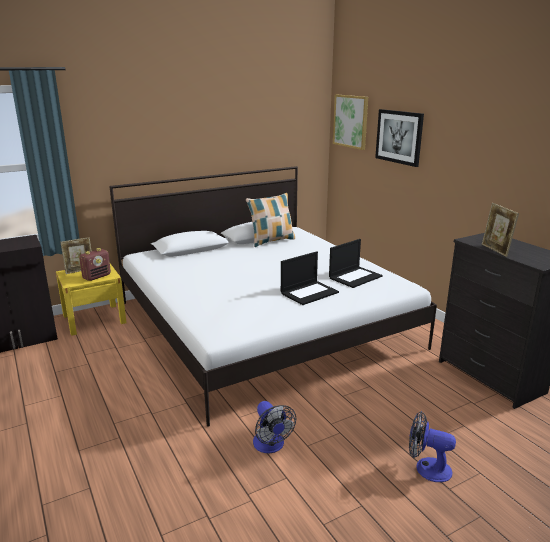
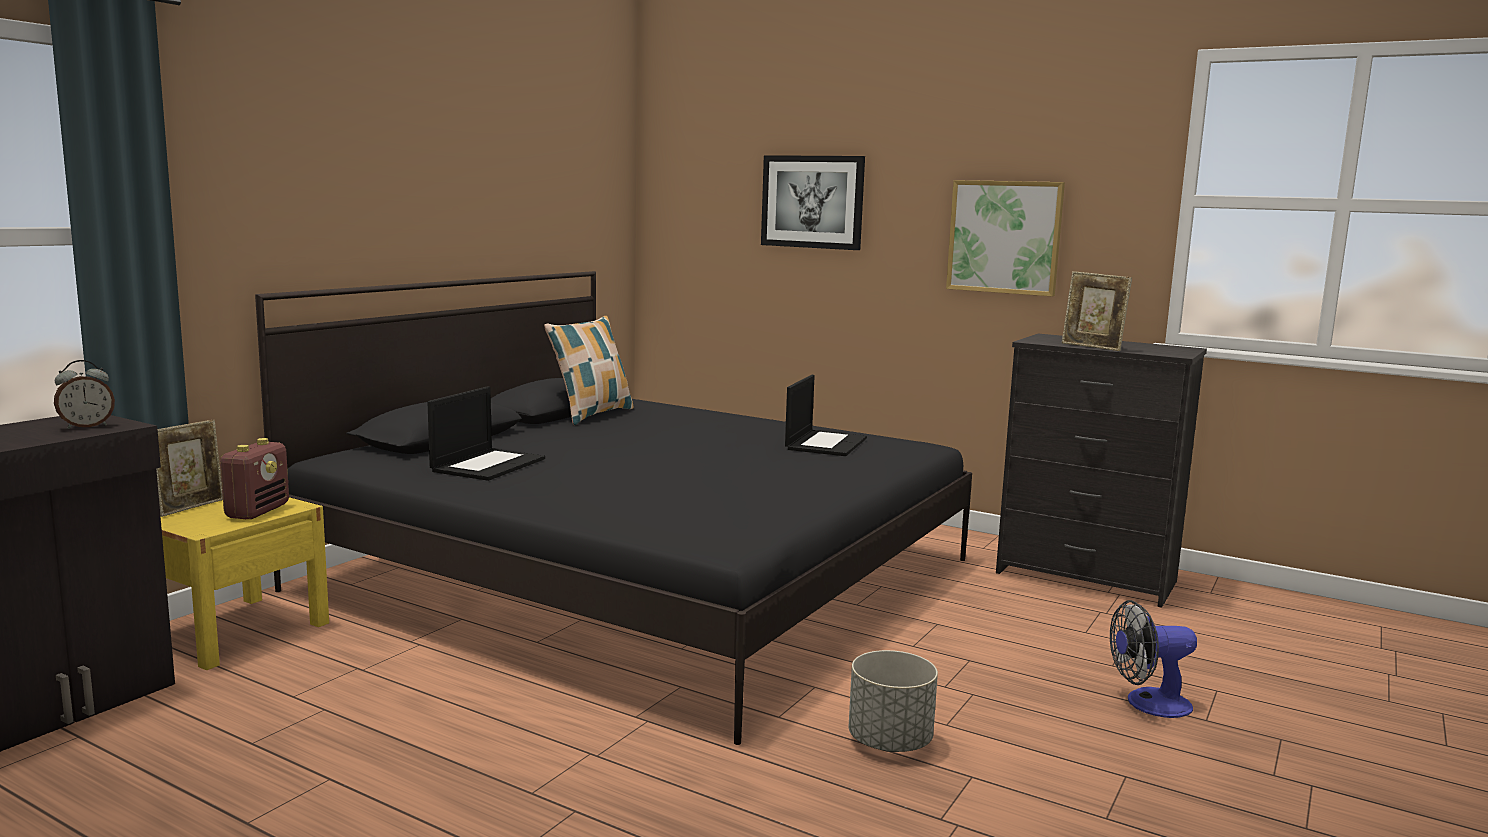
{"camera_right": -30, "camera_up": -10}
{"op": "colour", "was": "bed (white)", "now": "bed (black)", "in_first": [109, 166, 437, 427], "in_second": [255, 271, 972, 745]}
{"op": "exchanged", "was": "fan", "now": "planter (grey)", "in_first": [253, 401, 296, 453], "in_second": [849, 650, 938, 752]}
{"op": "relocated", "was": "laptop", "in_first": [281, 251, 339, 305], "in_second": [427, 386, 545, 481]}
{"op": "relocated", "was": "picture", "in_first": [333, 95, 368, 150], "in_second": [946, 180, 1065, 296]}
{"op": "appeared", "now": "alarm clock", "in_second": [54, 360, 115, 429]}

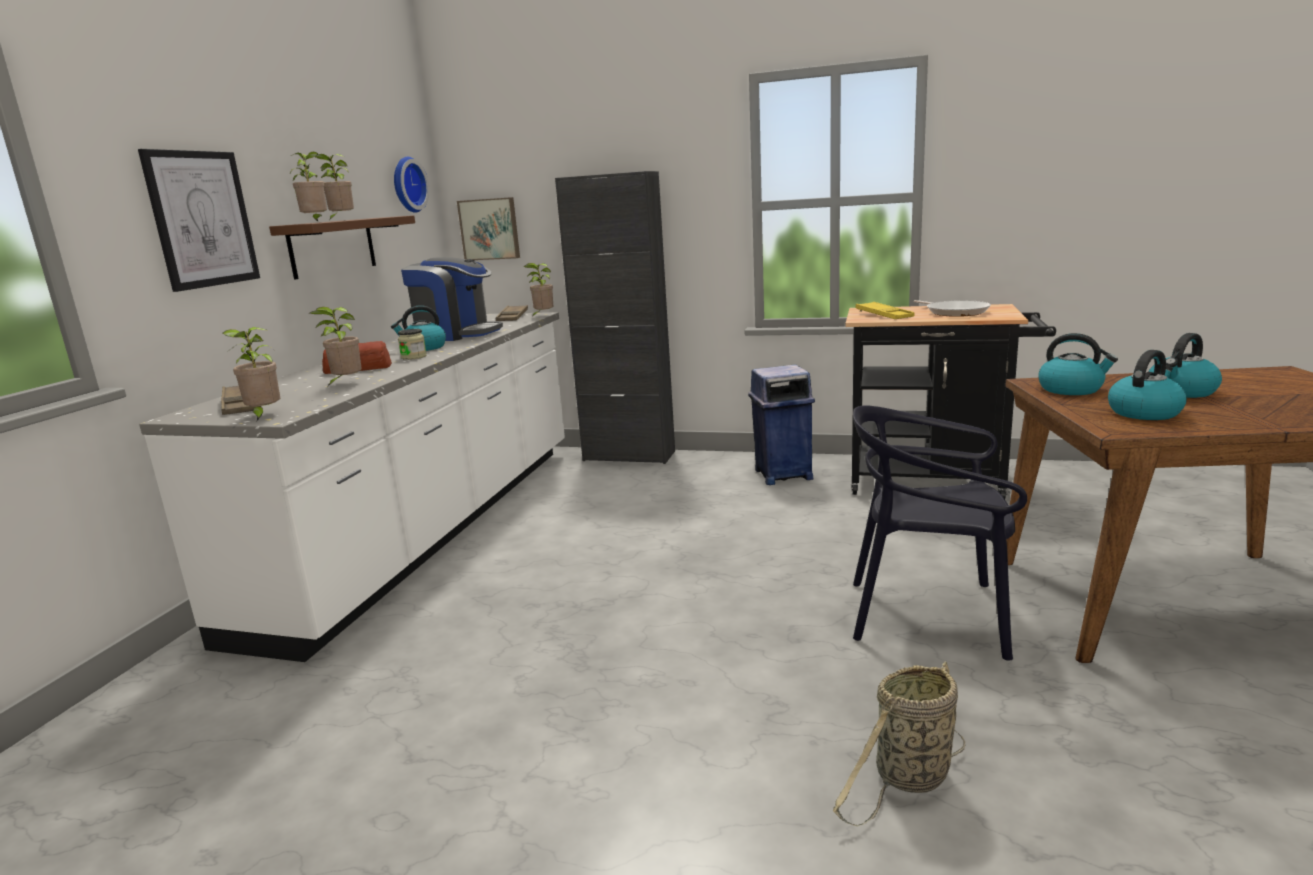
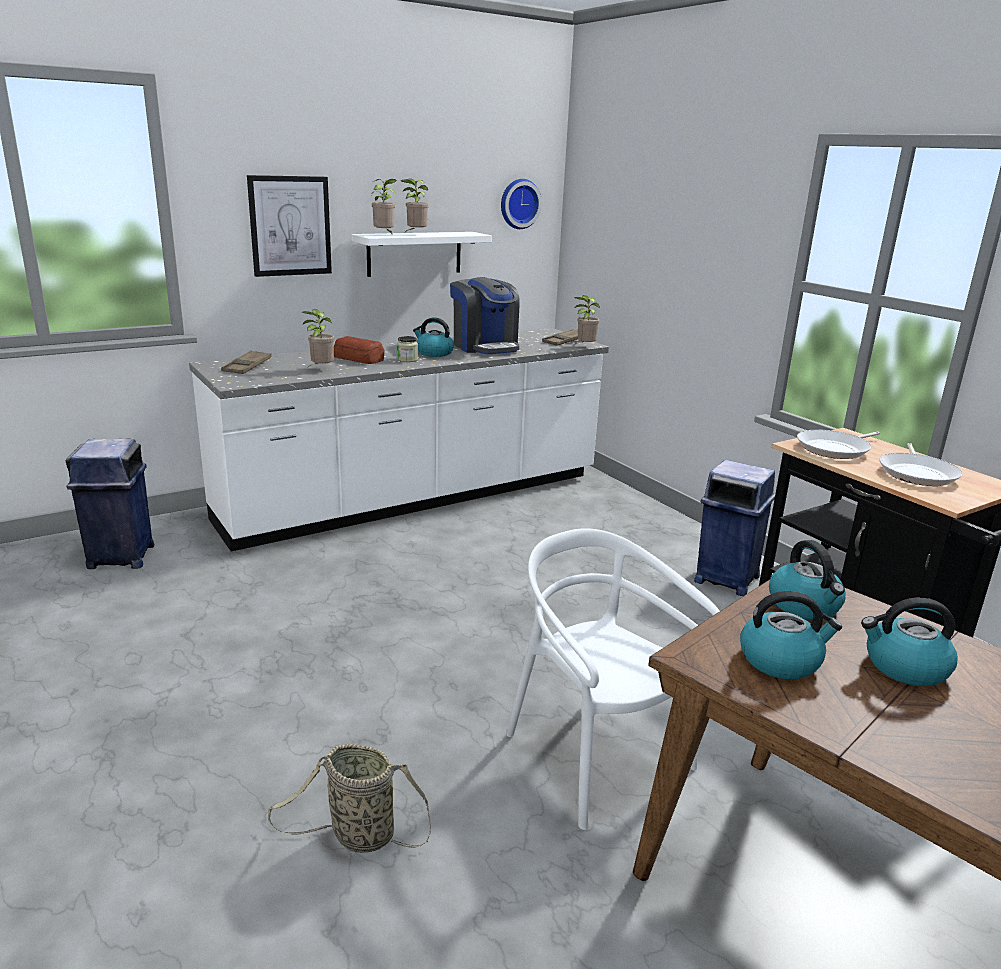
{"camera_right": 40, "camera_up": 5}
{"op": "missing", "was": "potted plant", "in_first": [223, 327, 280, 421]}
{"op": "colour", "was": "shelf (brown)", "now": "shelf (white)", "in_first": [269, 215, 415, 280], "in_second": [352, 232, 492, 277]}
{"op": "missing", "was": "picture", "in_first": [457, 197, 520, 260]}
{"op": "missing", "was": "cabinet (black)", "in_first": [555, 171, 675, 464]}
{"op": "colour", "was": "chair (black)", "now": "chair (white)", "in_first": [853, 406, 1027, 661], "in_second": [506, 528, 720, 830]}
{"op": "exchanged", "was": "tray (yellow)", "now": "frying pan", "in_first": [856, 302, 915, 319], "in_second": [797, 430, 880, 459]}
{"op": "appeared", "now": "trash can (blue)", "in_second": [66, 439, 154, 569]}

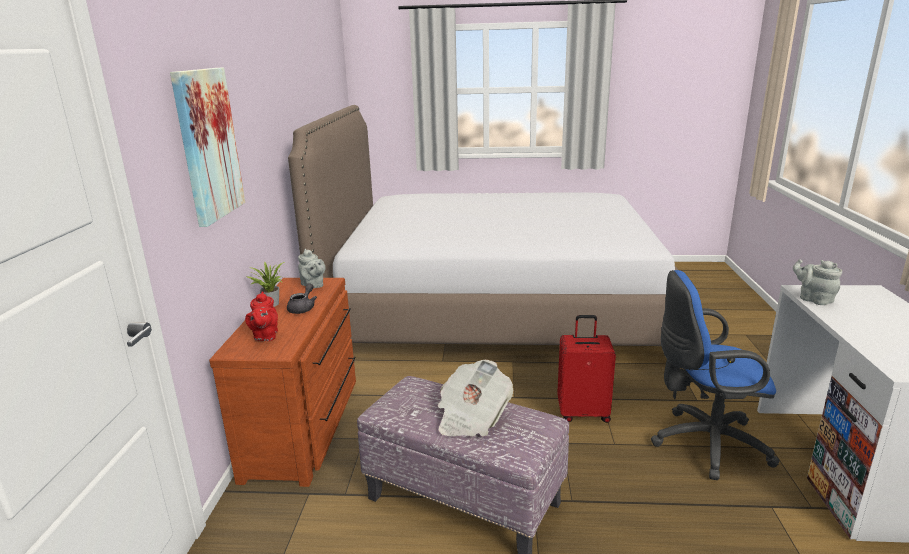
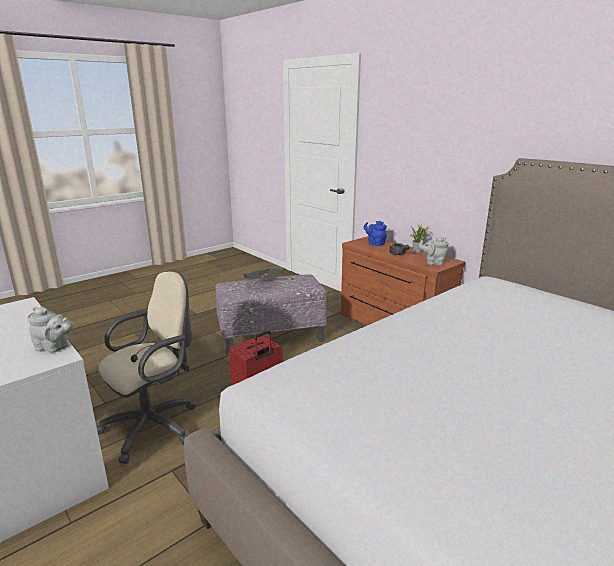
{"camera_right": 135, "camera_up": 0}
{"op": "missing", "was": "picture", "in_first": [170, 68, 245, 227]}
{"op": "colour", "was": "teapot (red)", "now": "teapot (blue)", "in_first": [245, 291, 278, 341], "in_second": [363, 221, 387, 246]}
{"op": "colour", "was": "office chair (blue)", "now": "office chair (beige)", "in_first": [651, 270, 779, 480], "in_second": [97, 272, 196, 464]}

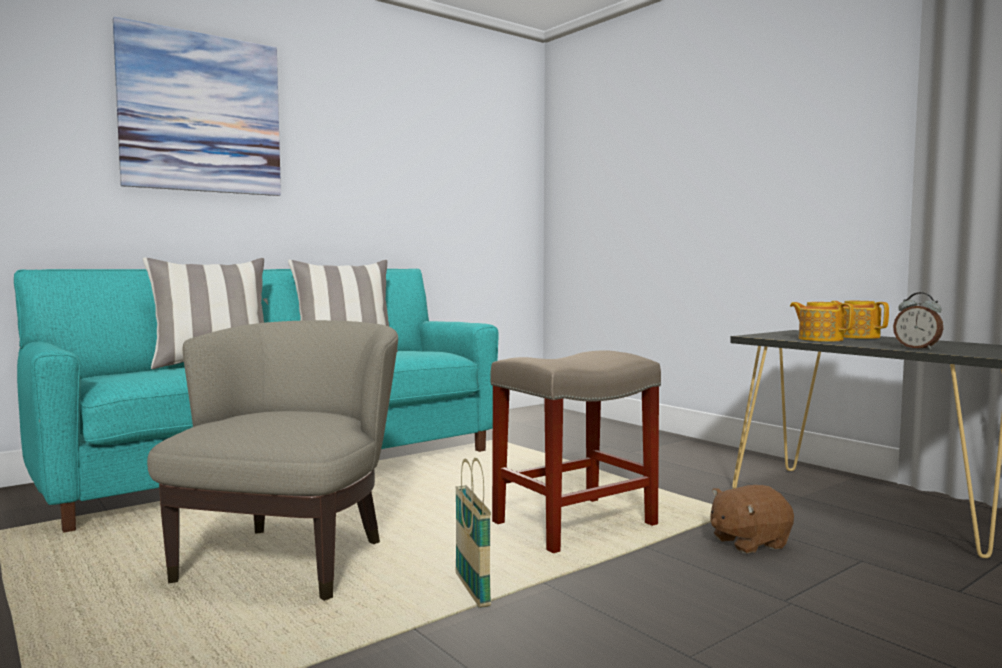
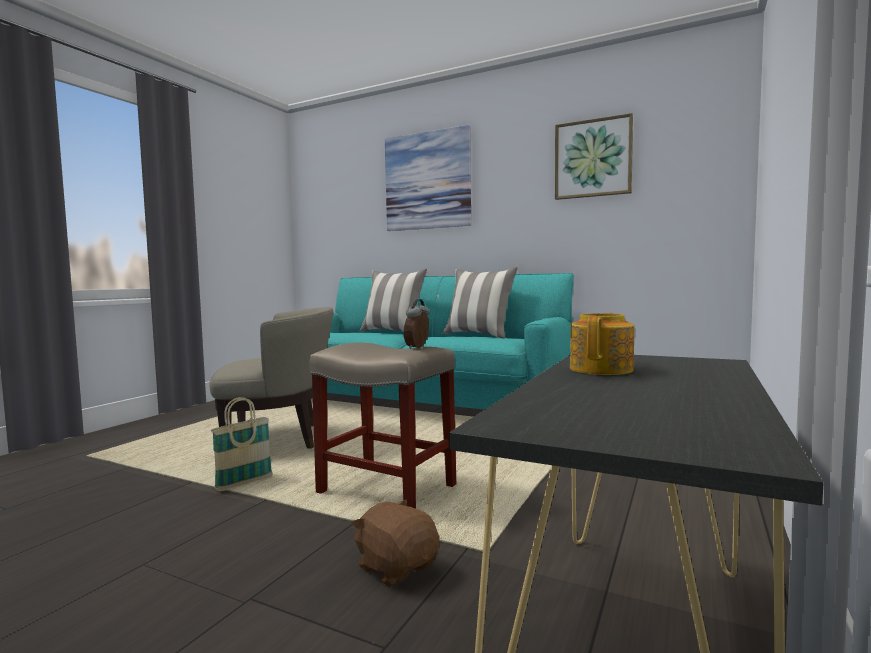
{"camera_right": 65, "camera_up": 0}
{"op": "missing", "was": "teapot", "in_first": [831, 301, 889, 339]}
{"op": "relocated", "was": "alarm clock", "in_first": [893, 292, 943, 350], "in_second": [404, 299, 430, 349]}
{"op": "appeared", "now": "picture", "in_second": [555, 113, 633, 200]}

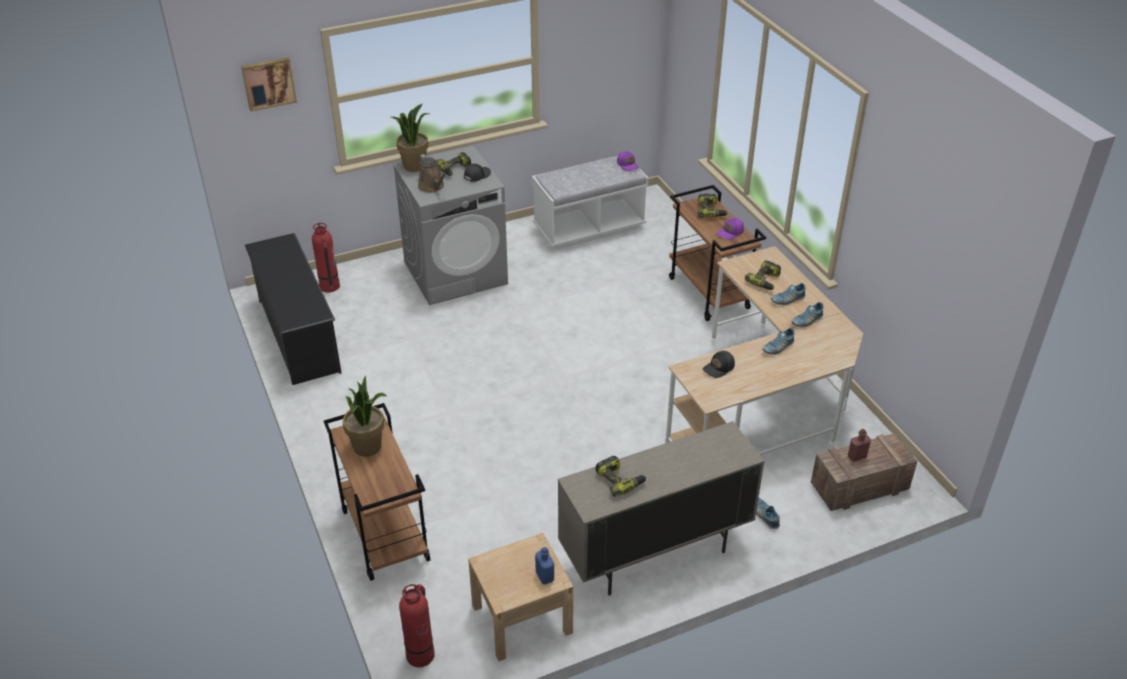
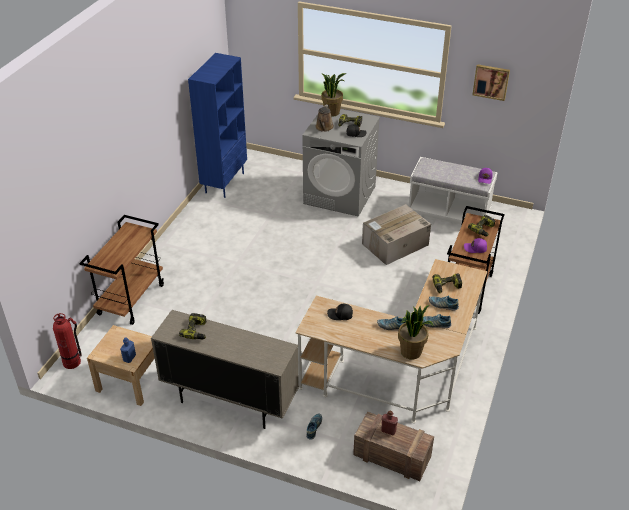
{"camera_right": 45, "camera_up": 0}
{"op": "relocated", "was": "picture", "in_first": [241, 57, 297, 112], "in_second": [472, 64, 510, 101]}
{"op": "exchanged", "was": "shoe rack (black)", "now": "bookcase (blue)", "in_first": [245, 233, 341, 385], "in_second": [188, 53, 247, 198]}
{"op": "missing", "was": "fire extinguisher", "in_first": [312, 223, 340, 293]}
{"op": "relocated", "was": "potted plant", "in_first": [343, 376, 387, 457], "in_second": [398, 305, 433, 360]}
{"op": "appeared", "now": "cardboard box", "in_second": [362, 204, 431, 265]}

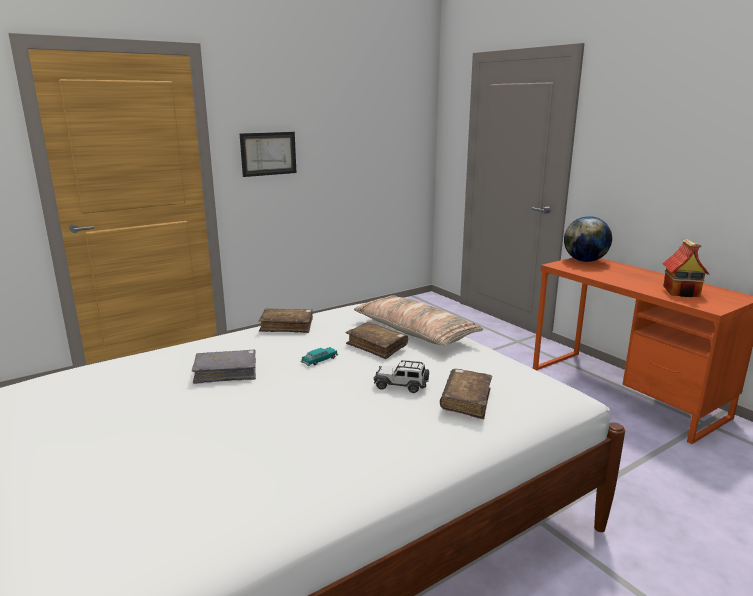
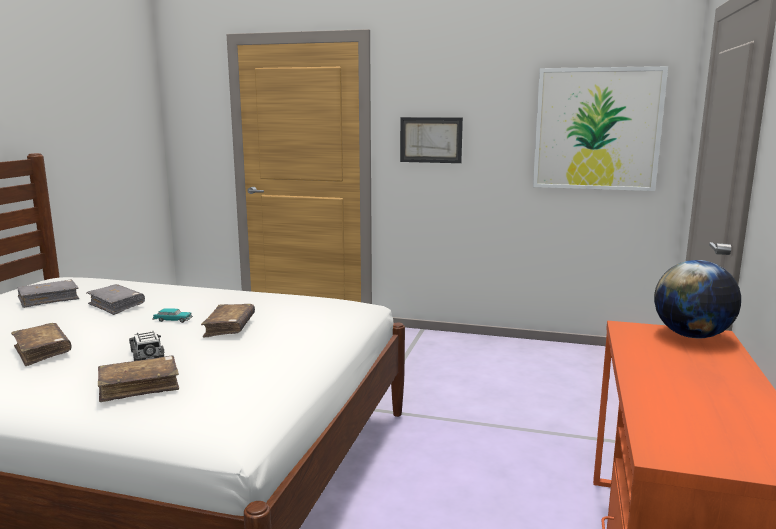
{"camera_right": 50, "camera_up": -5}
{"op": "relocated", "was": "book (brown)", "in_first": [258, 309, 313, 333], "in_second": [11, 323, 72, 366]}
{"op": "missing", "was": "pillow", "in_first": [354, 295, 483, 345]}
{"op": "missing", "was": "toy house", "in_first": [663, 239, 710, 297]}
{"op": "appeared", "now": "book (grey)", "in_second": [17, 280, 79, 308]}
{"op": "appeared", "now": "picture", "in_second": [533, 66, 668, 191]}

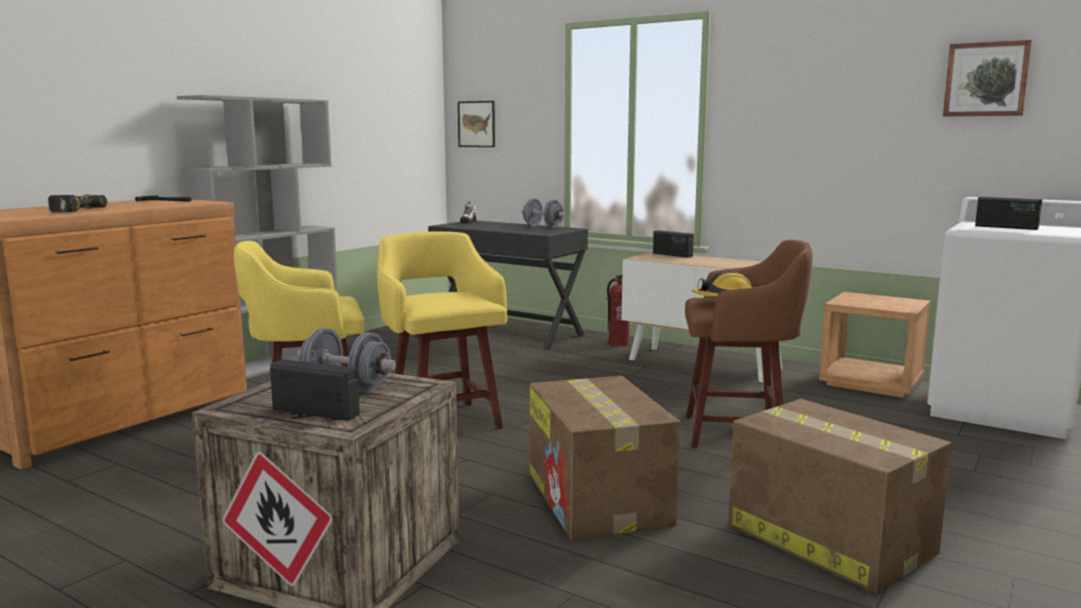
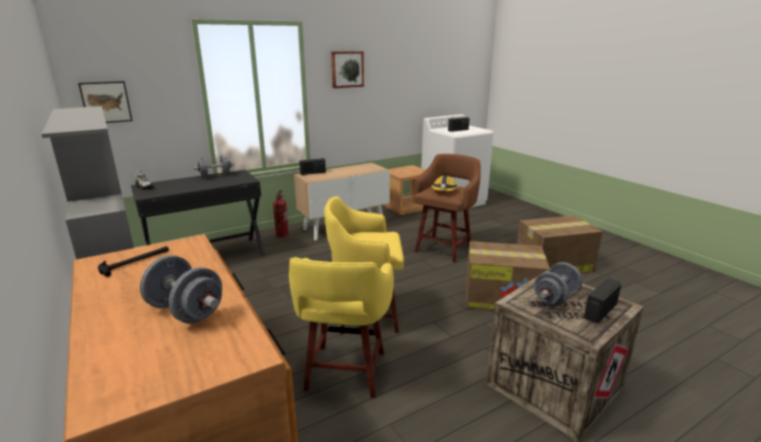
{"camera_right": -65, "camera_up": 10}
{"op": "exchanged", "was": "power drill", "now": "dumbbell (grey)", "in_first": [48, 194, 108, 212], "in_second": [140, 255, 222, 324]}
{"op": "relocated", "was": "picture", "in_first": [943, 40, 1032, 116], "in_second": [331, 51, 364, 88]}

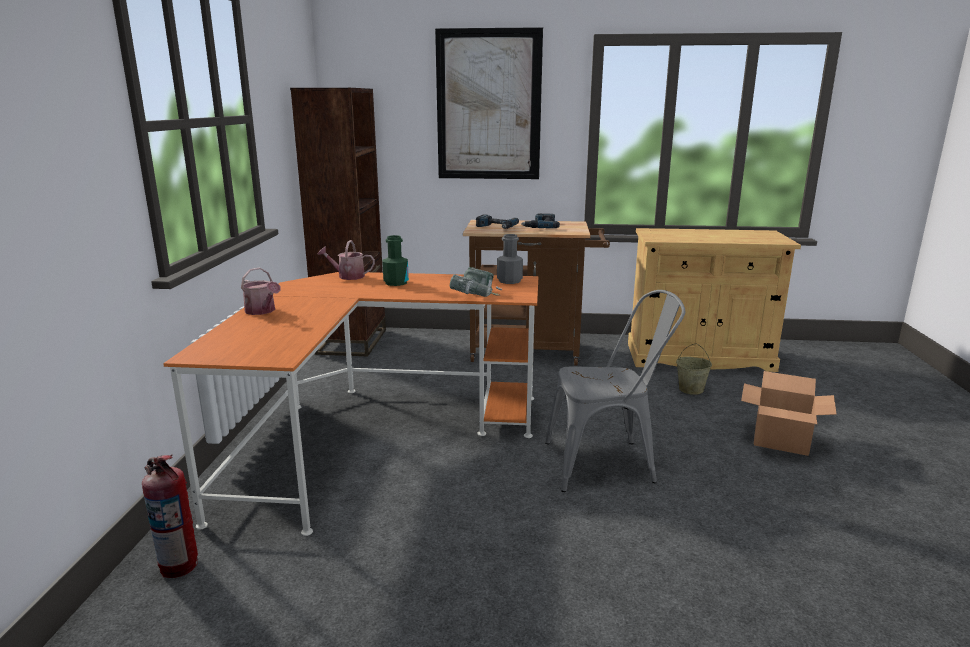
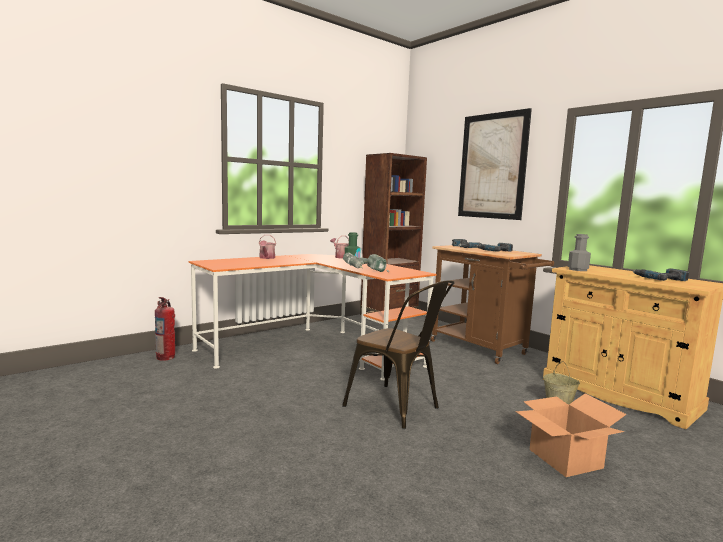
{"camera_right": 45, "camera_up": -10}
{"op": "relocated", "was": "bottle (grey)", "in_first": [497, 234, 523, 284], "in_second": [568, 234, 591, 271]}
{"op": "colour", "was": "chair (grey)", "now": "chair (brown)", "in_first": [545, 290, 685, 492], "in_second": [342, 280, 454, 429]}
{"op": "appeared", "now": "power drill", "in_second": [633, 268, 689, 281]}

